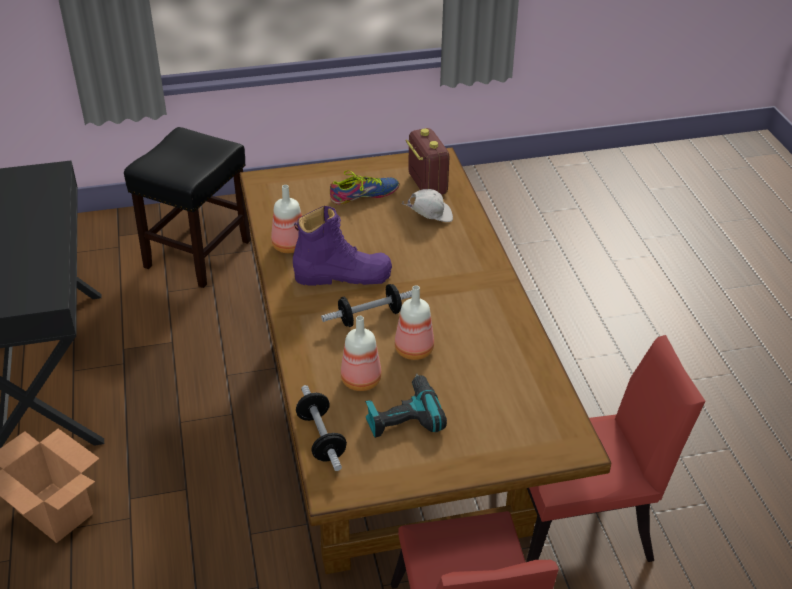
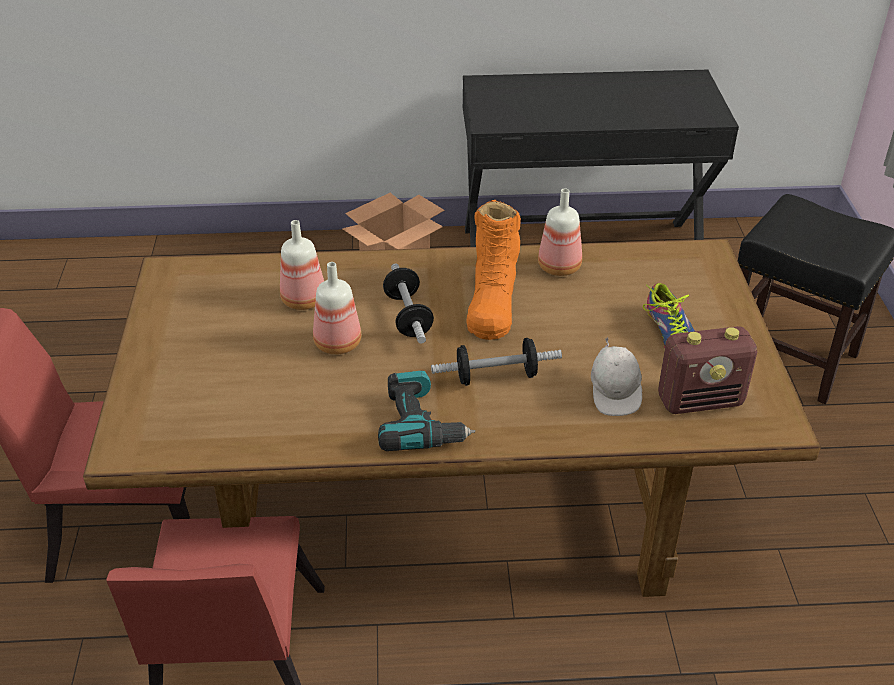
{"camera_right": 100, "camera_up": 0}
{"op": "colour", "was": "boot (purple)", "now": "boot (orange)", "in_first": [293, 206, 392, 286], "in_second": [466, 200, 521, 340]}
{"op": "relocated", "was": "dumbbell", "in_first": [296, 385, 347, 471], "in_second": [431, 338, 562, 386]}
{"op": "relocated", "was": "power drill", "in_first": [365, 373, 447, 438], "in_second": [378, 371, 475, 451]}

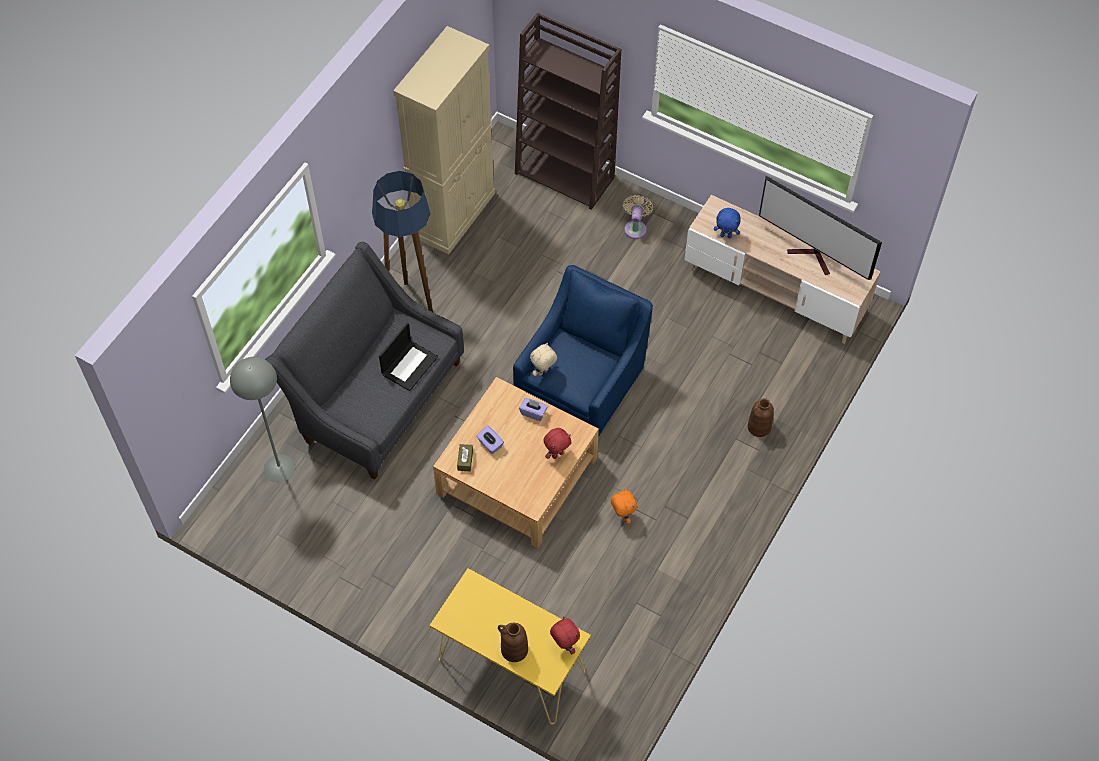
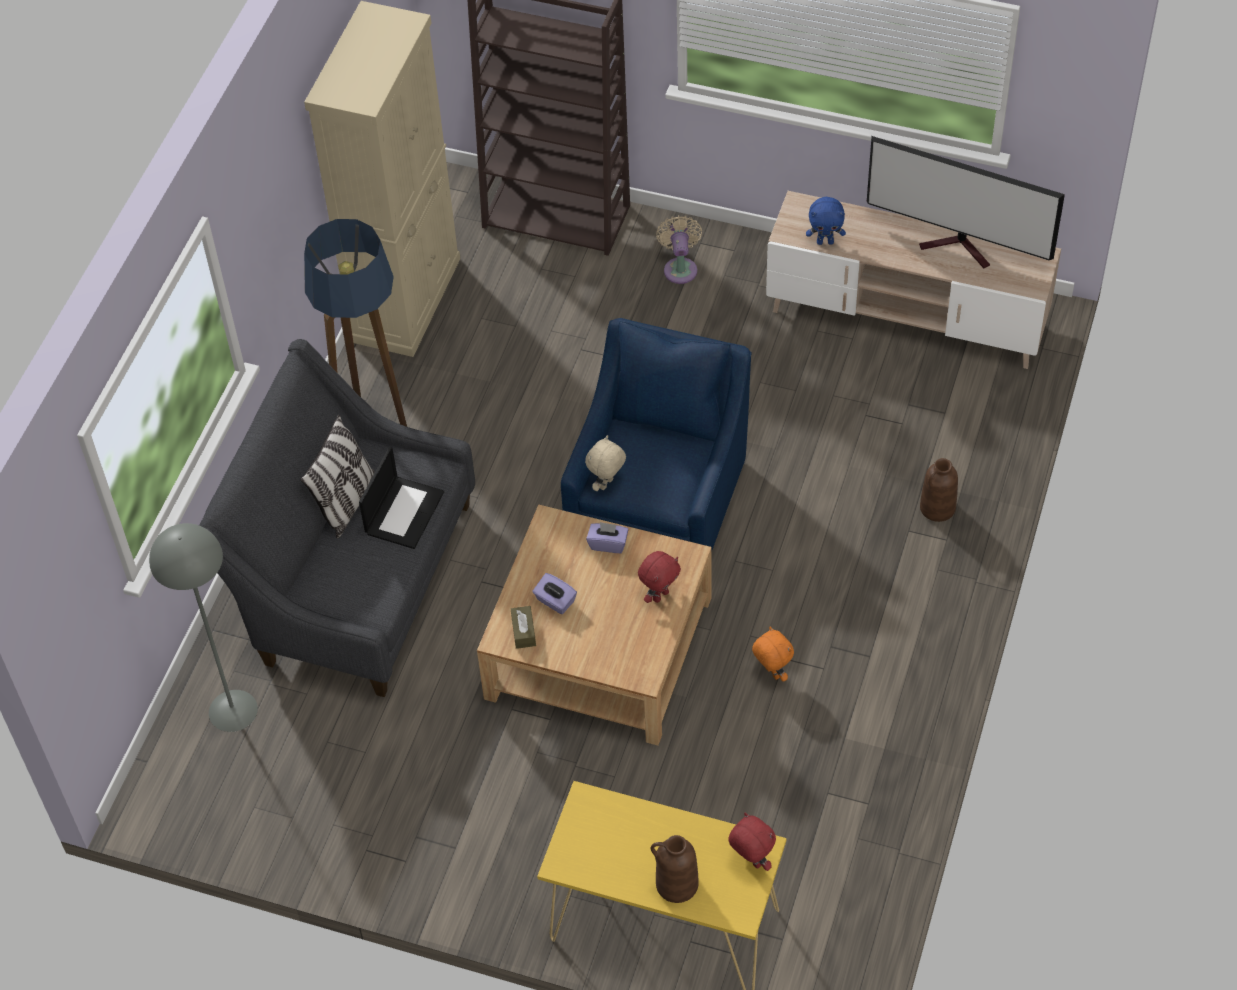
{"camera_right": -10, "camera_up": -5}
{"op": "appeared", "now": "pillow", "in_second": [301, 415, 375, 539]}

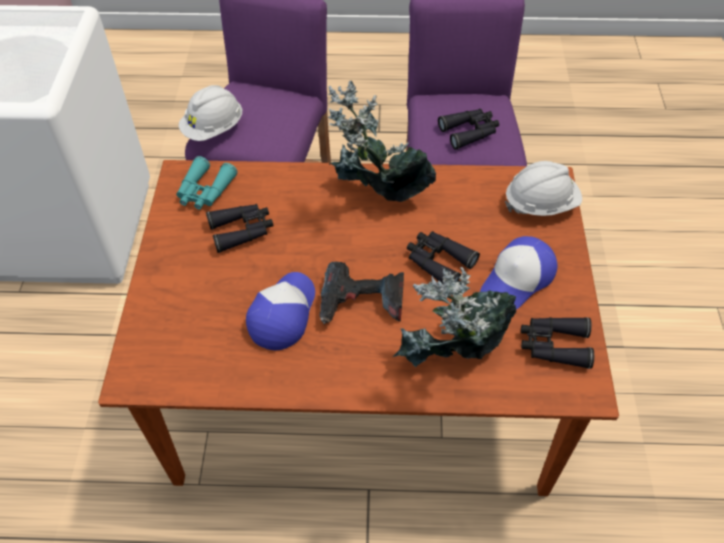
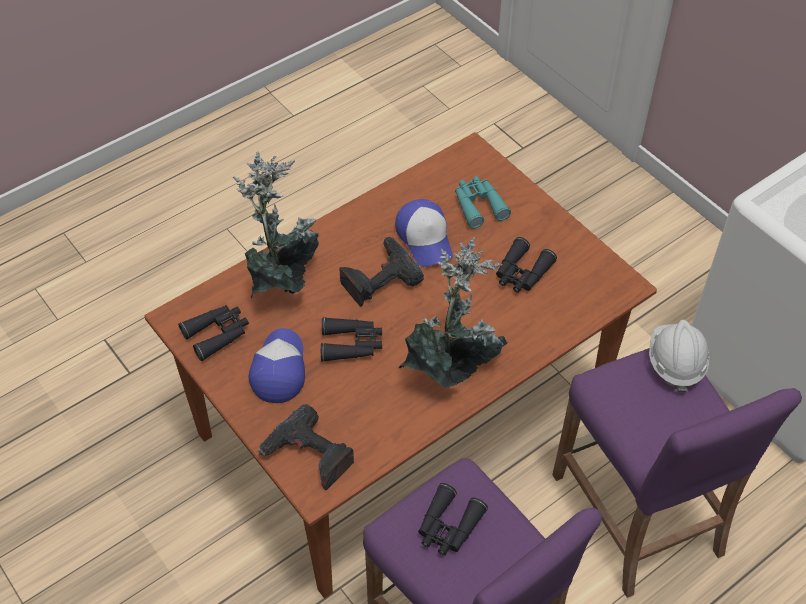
{"camera_right": 140, "camera_up": 0}
{"op": "relocated", "was": "binoculars (turquoise)", "in_first": [176, 156, 237, 210], "in_second": [455, 176, 511, 229]}
{"op": "exchanged", "was": "hard hat (white)", "now": "power drill", "in_first": [505, 161, 582, 216], "in_second": [258, 404, 354, 490]}

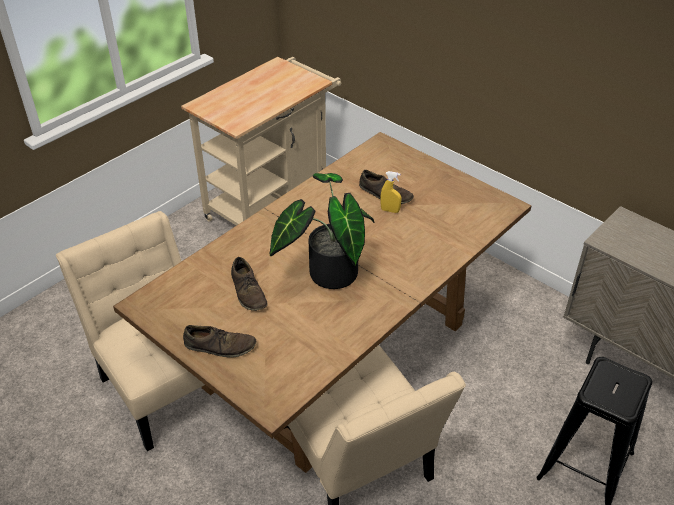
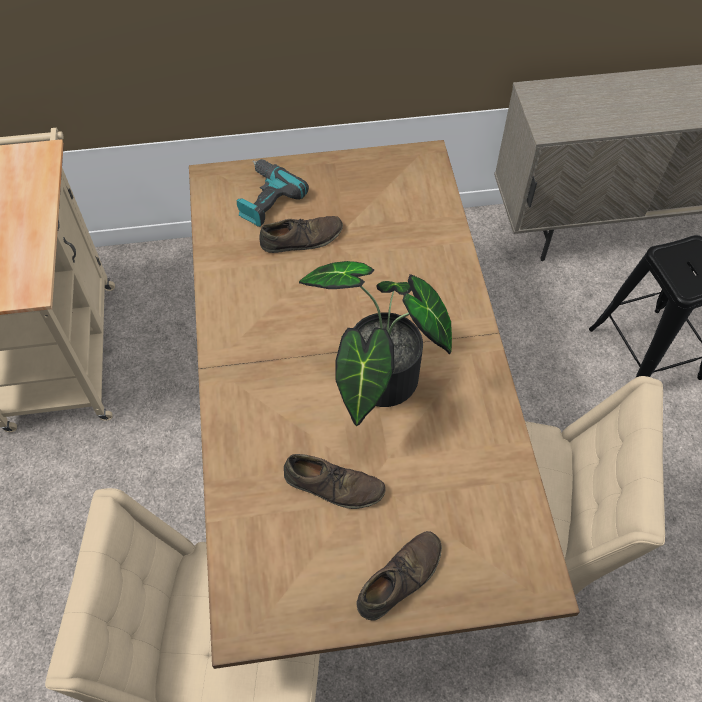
{"camera_right": -50, "camera_up": 15}
{"op": "missing", "was": "spray bottle (yellow)", "in_first": [380, 171, 402, 213]}
{"op": "appeared", "now": "power drill", "in_second": [237, 159, 309, 227]}

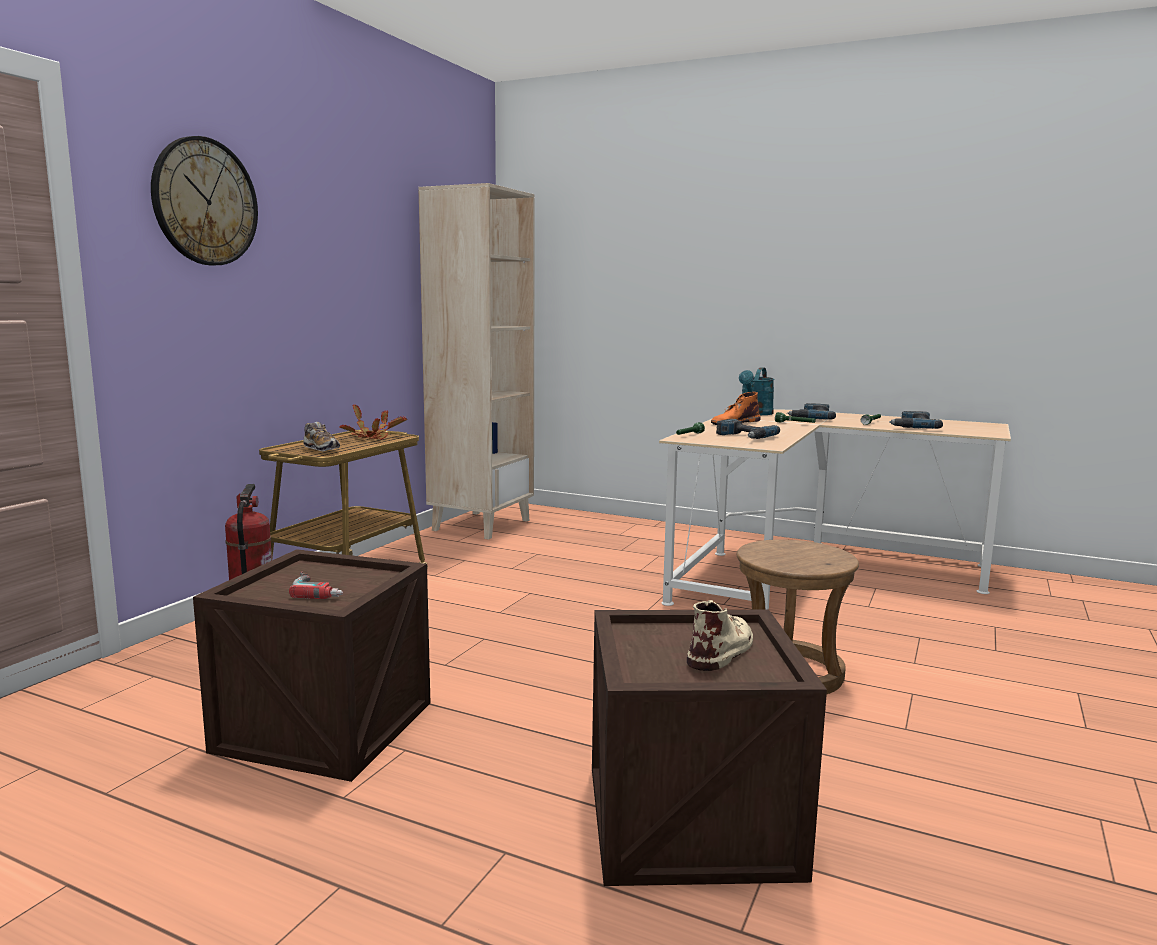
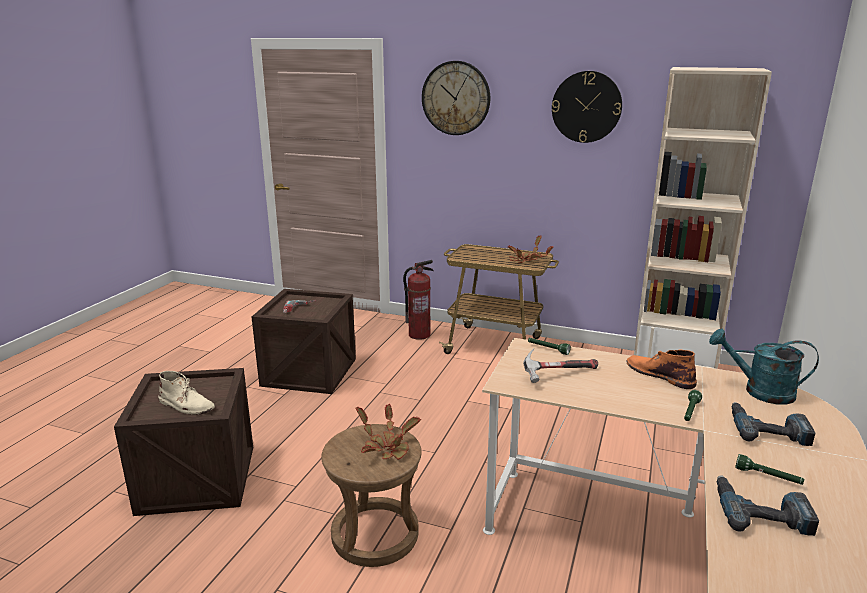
{"camera_right": 85, "camera_up": 10}
{"op": "missing", "was": "shoe", "in_first": [303, 422, 340, 451]}
{"op": "exchanged", "was": "power drill", "now": "hammer", "in_first": [716, 419, 780, 439], "in_second": [523, 348, 598, 383]}
{"op": "appeared", "now": "potted plant", "in_second": [356, 404, 421, 460]}
{"op": "appeared", "now": "wall clock", "in_second": [552, 71, 622, 143]}

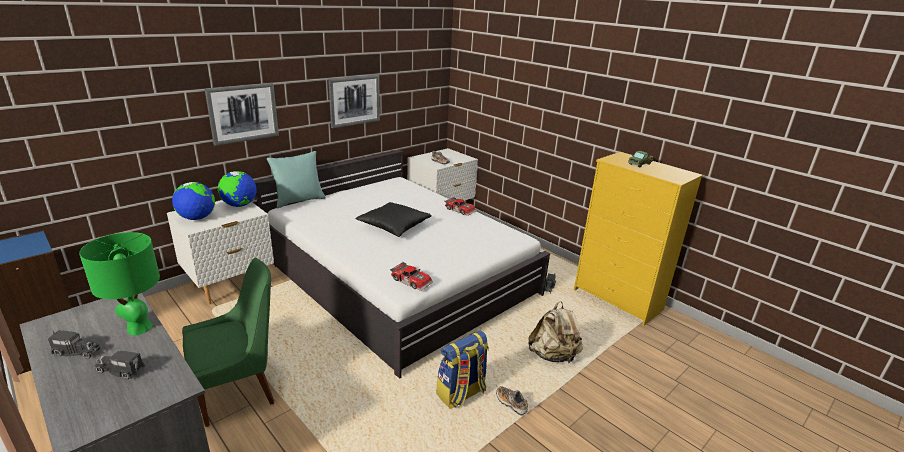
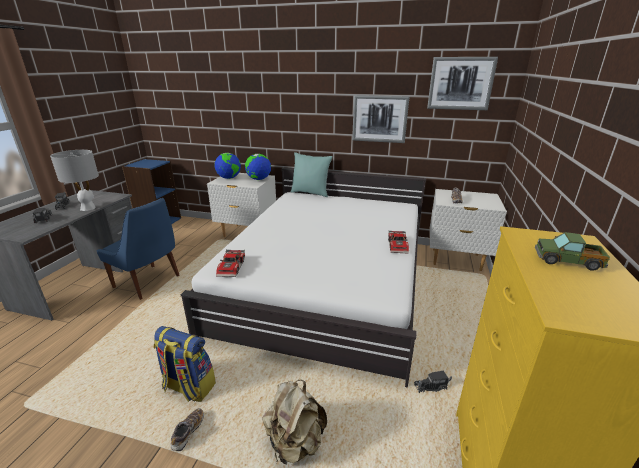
{"camera_right": 60, "camera_up": 0}
{"op": "colour", "was": "table lamp (green)", "now": "table lamp (grey)", "in_first": [79, 232, 160, 336], "in_second": [50, 150, 99, 211]}
{"op": "colour", "was": "chair (green)", "now": "chair (blue)", "in_first": [182, 258, 274, 427], "in_second": [97, 198, 180, 300]}
{"op": "relocated", "was": "picture", "in_first": [205, 83, 279, 146], "in_second": [427, 57, 498, 110]}
{"op": "missing", "was": "pillow (black)", "in_first": [356, 202, 432, 237]}

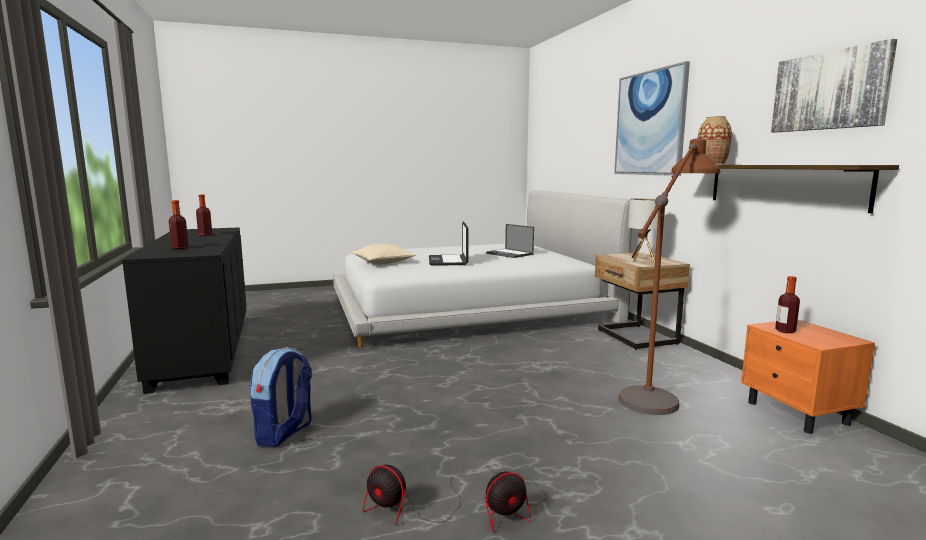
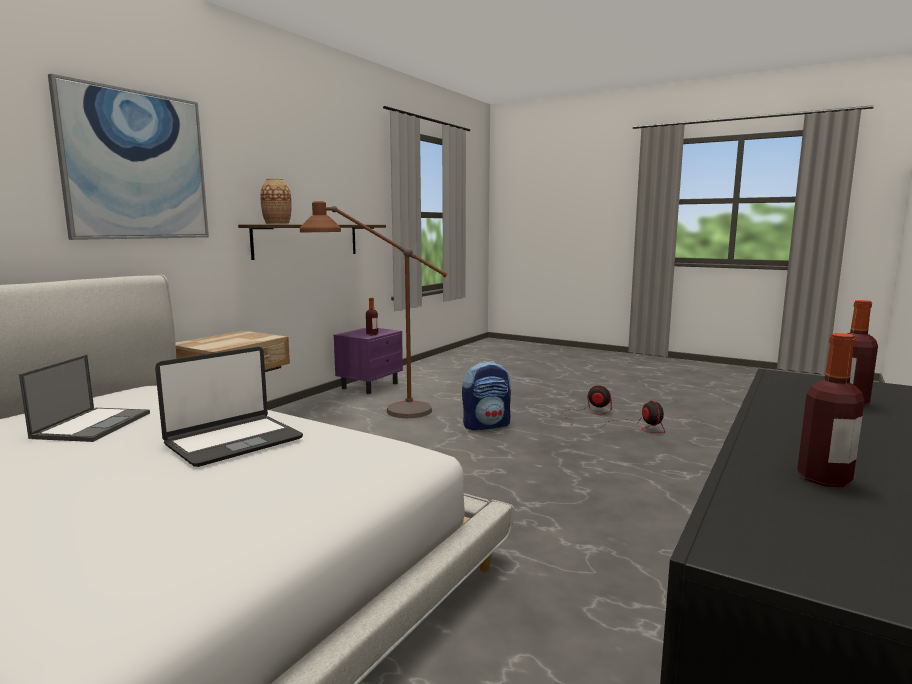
{"camera_right": -130, "camera_up": 0}
{"op": "relocated", "was": "backpack", "in_first": [249, 347, 312, 447], "in_second": [462, 361, 511, 430]}
{"op": "missing", "was": "pillow (beige)", "in_first": [352, 244, 416, 265]}
{"op": "missing", "was": "table lamp", "in_first": [628, 198, 665, 262]}
{"op": "colour", "was": "nightstand (orange)", "now": "nightstand (purple)", "in_first": [741, 320, 875, 434], "in_second": [334, 328, 403, 394]}
{"op": "missing", "was": "picture", "in_first": [771, 39, 897, 132]}

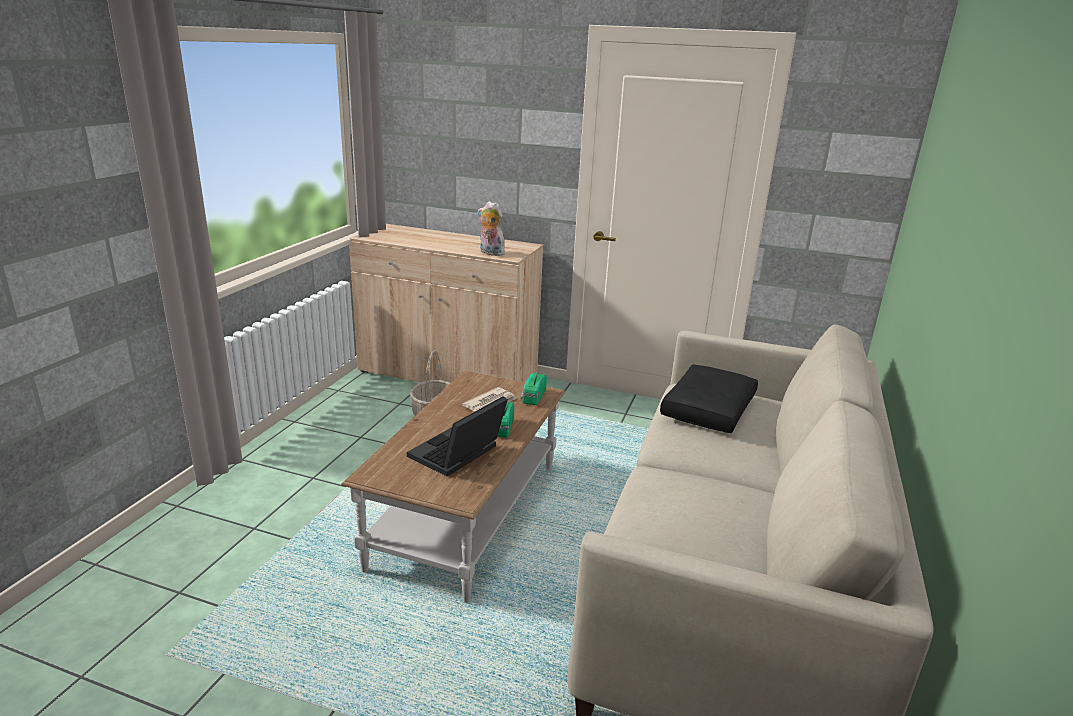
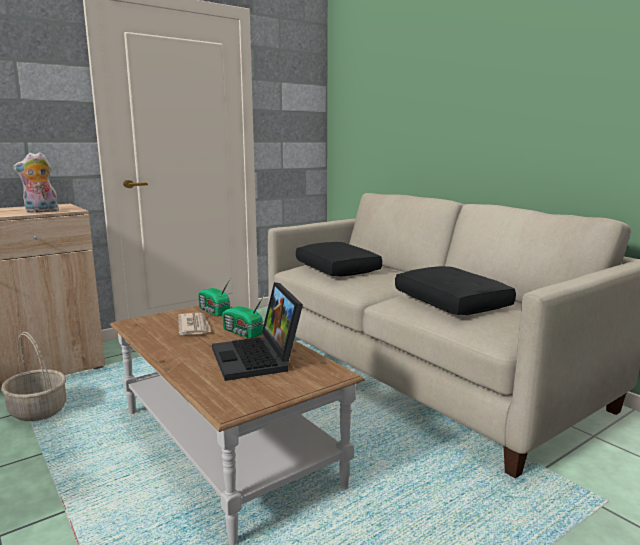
{"camera_right": -55, "camera_up": -10}
{"op": "appeared", "now": "pillow (black)", "in_second": [395, 266, 516, 315]}

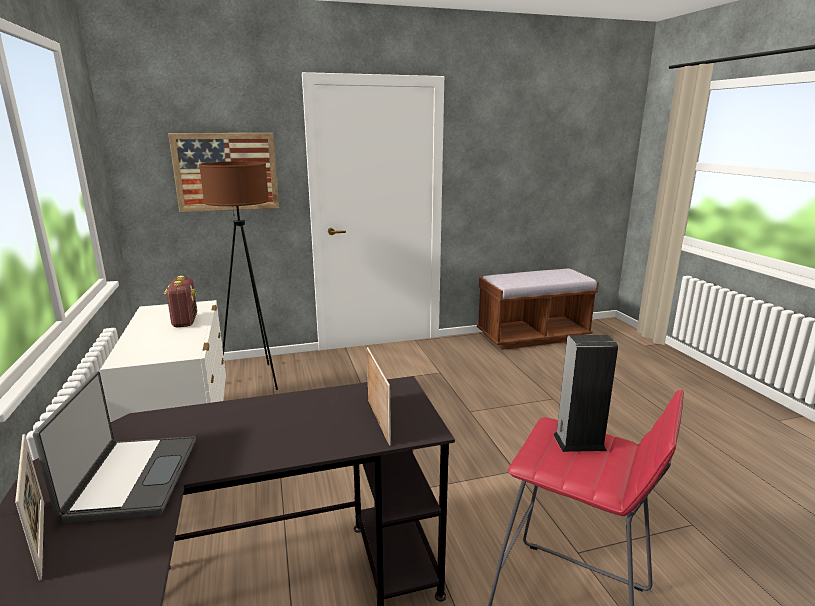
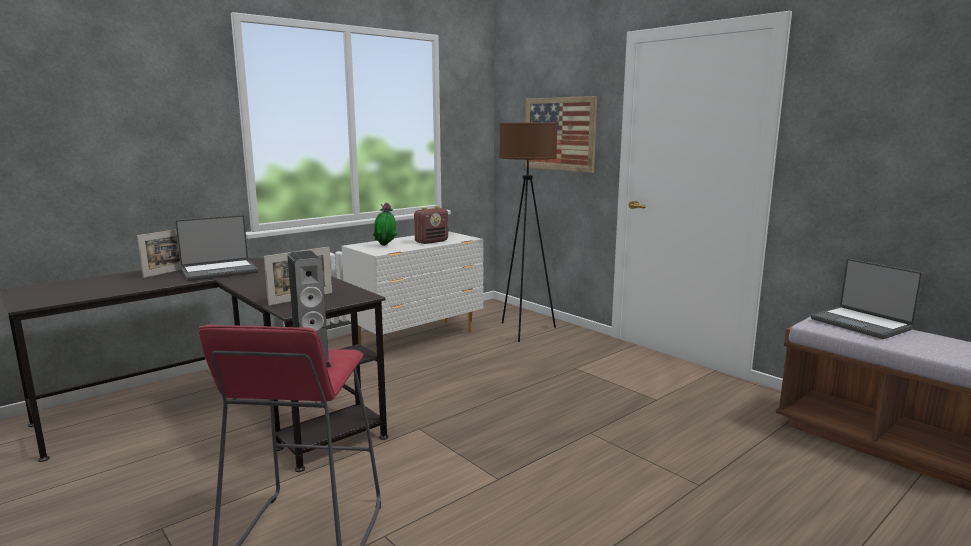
{"camera_right": 65, "camera_up": -5}
{"op": "appeared", "now": "potted plant", "in_second": [373, 202, 398, 246]}
{"op": "appeared", "now": "laptop", "in_second": [811, 259, 923, 339]}

